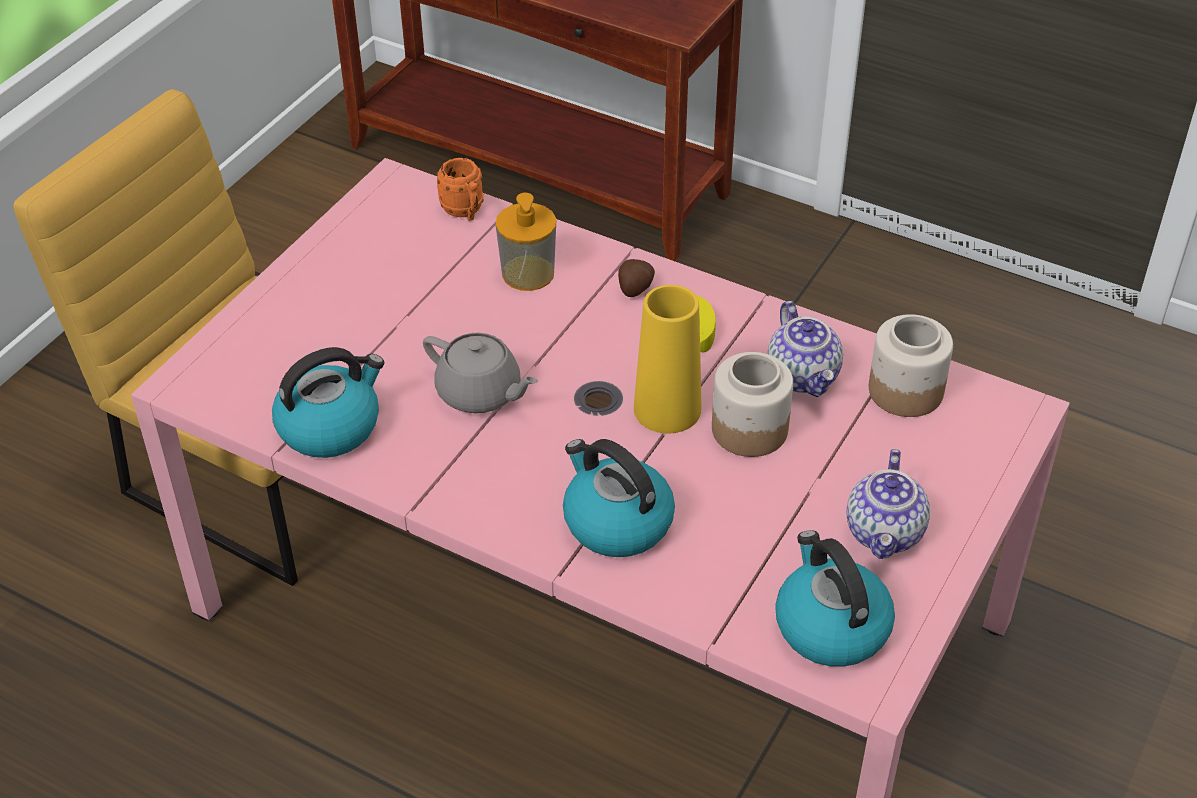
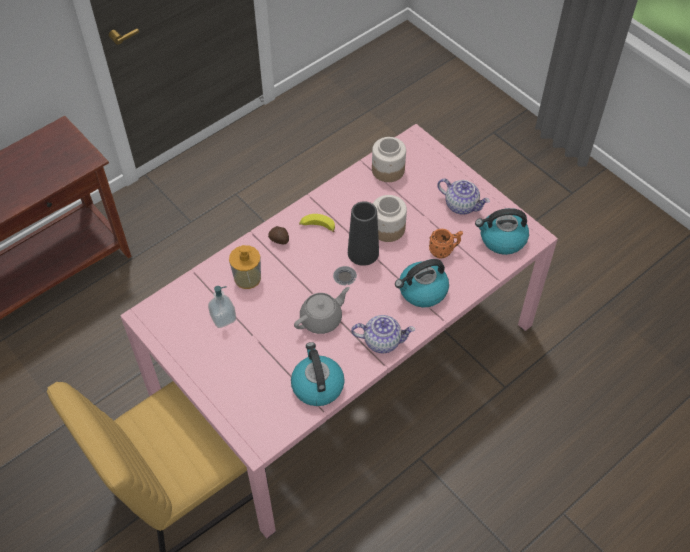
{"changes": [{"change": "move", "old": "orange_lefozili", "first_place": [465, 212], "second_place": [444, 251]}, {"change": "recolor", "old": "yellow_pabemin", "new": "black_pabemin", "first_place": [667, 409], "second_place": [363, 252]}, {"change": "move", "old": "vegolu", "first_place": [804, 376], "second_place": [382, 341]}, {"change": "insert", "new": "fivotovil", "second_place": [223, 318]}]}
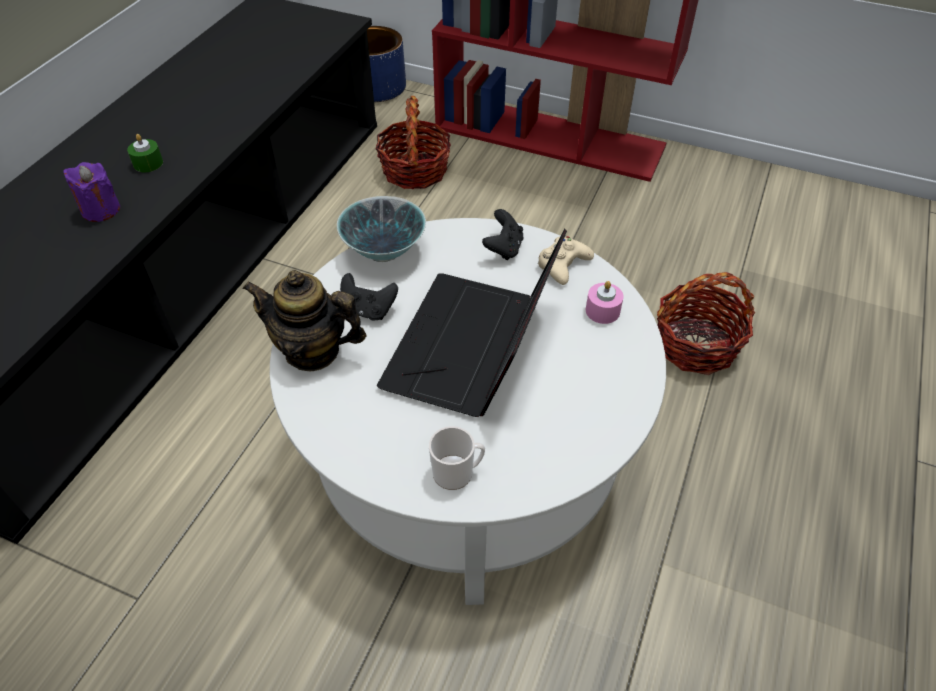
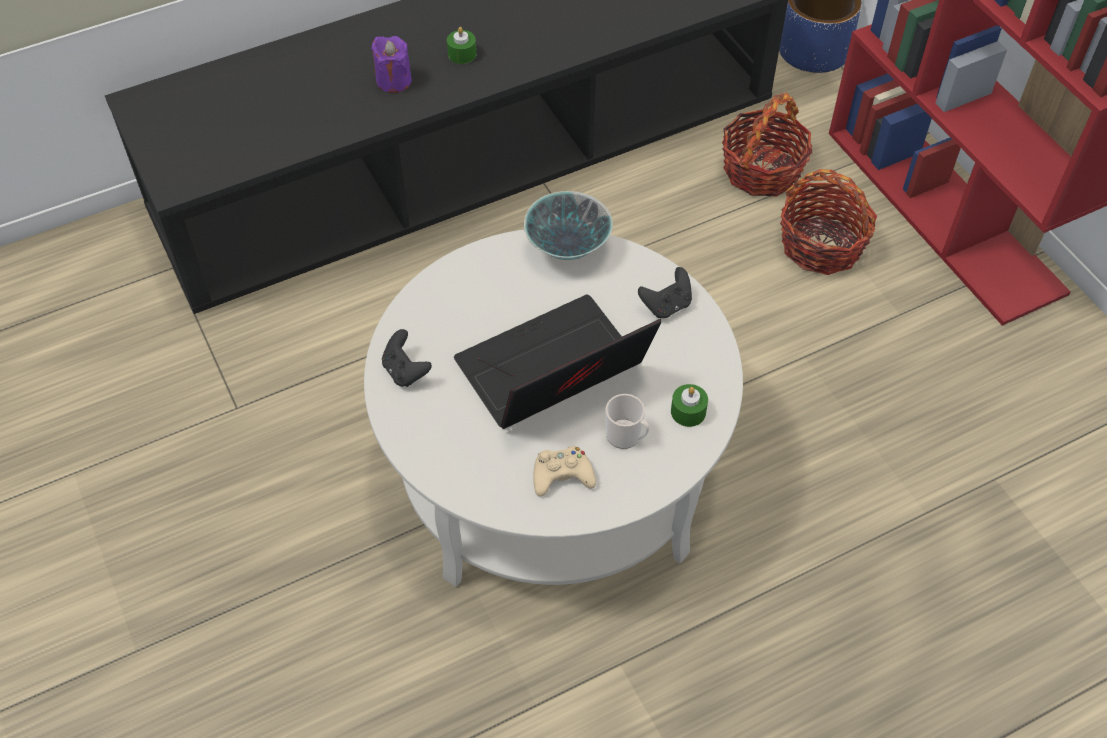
{"changes": [{"change": "delete", "old": "vegolu", "first_place": [312, 351]}, {"change": "move", "old": "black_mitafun", "first_place": [368, 310], "second_place": [405, 371]}, {"change": "move", "old": "lefozili", "first_place": [457, 473], "second_place": [627, 436]}, {"change": "move", "old": "beige_mitafun", "first_place": [563, 265], "second_place": [562, 475]}, {"change": "recolor", "old": "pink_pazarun", "new": "green_pazarun", "first_place": [602, 311], "second_place": [688, 412]}, {"change": "move", "old": "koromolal", "first_place": [696, 345], "second_place": [821, 245]}]}
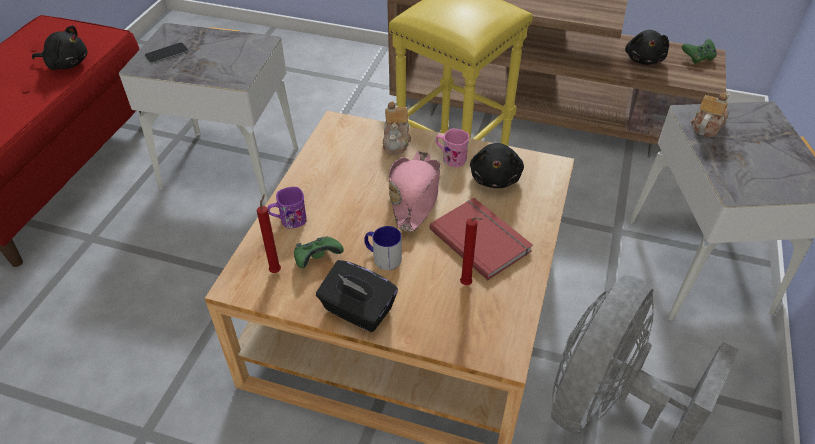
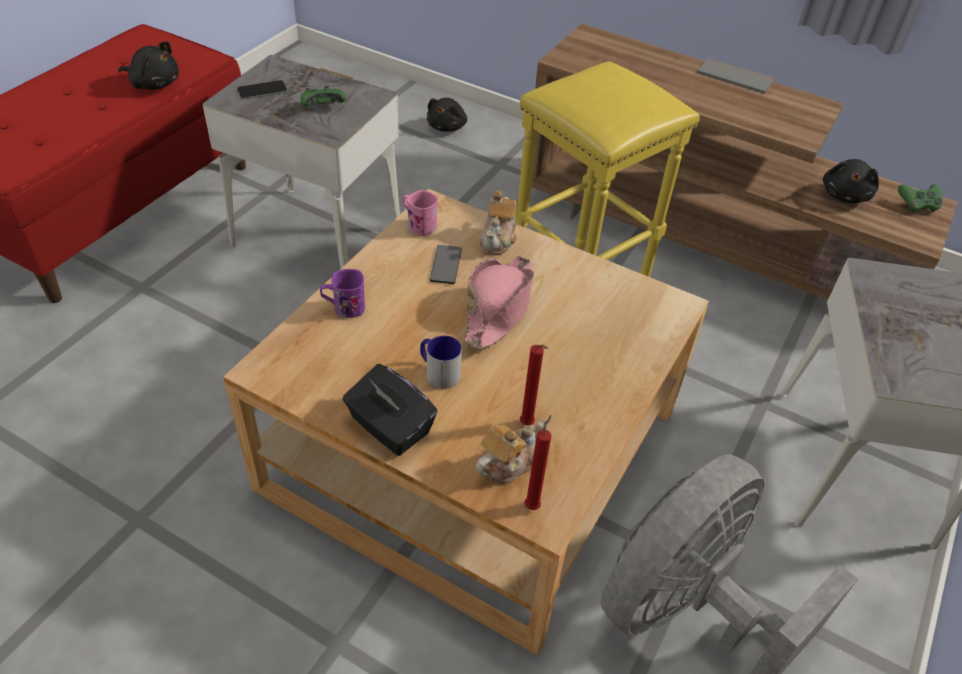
{"changes": [{"change": "move", "old": "red_pazarun", "first_place": [276, 270], "second_place": [533, 504]}, {"change": "move", "old": "green_mitafun", "first_place": [317, 259], "second_place": [323, 107]}, {"change": "delete", "old": "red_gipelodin", "first_place": [481, 238]}, {"change": "move", "old": "pink_lefozili", "first_place": [450, 158], "second_place": [418, 225]}, {"change": "move", "old": "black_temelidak", "first_place": [495, 177], "second_place": [447, 126]}, {"change": "move", "old": "vegolu", "first_place": [706, 125], "second_place": [508, 463]}, {"change": "insert", "new": "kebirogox", "second_place": [446, 265]}]}
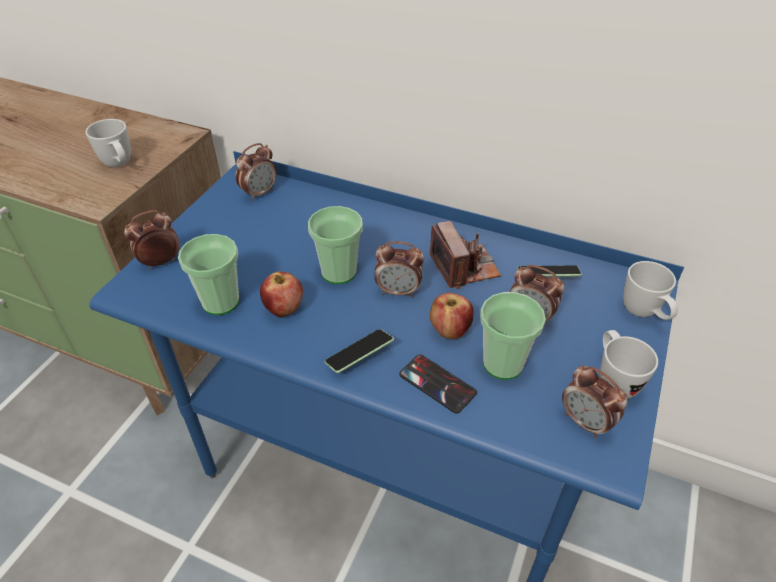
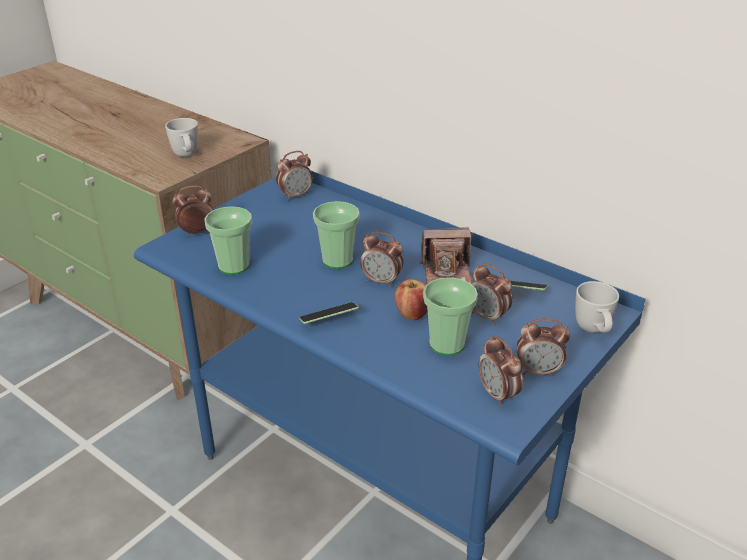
{"changes": [{"change": "delete", "old": "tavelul", "first_place": [284, 309]}, {"change": "delete", "old": "kebirogox", "first_place": [437, 383]}, {"change": "rotate", "old": "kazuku", "first_place": [464, 267], "second_place": [447, 273], "degrees": 90}, {"change": "replace", "old": "white_lefozili", "new": "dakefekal", "first_place": [613, 380], "second_place": [538, 371]}]}
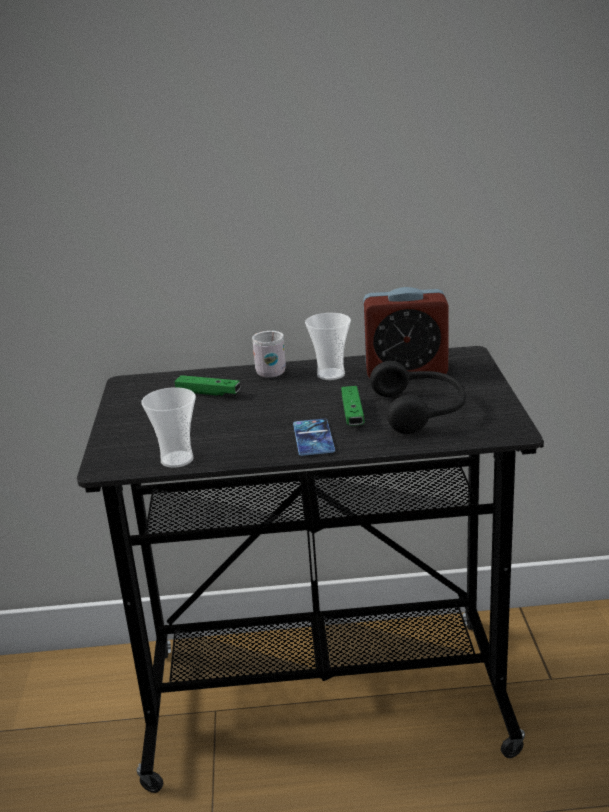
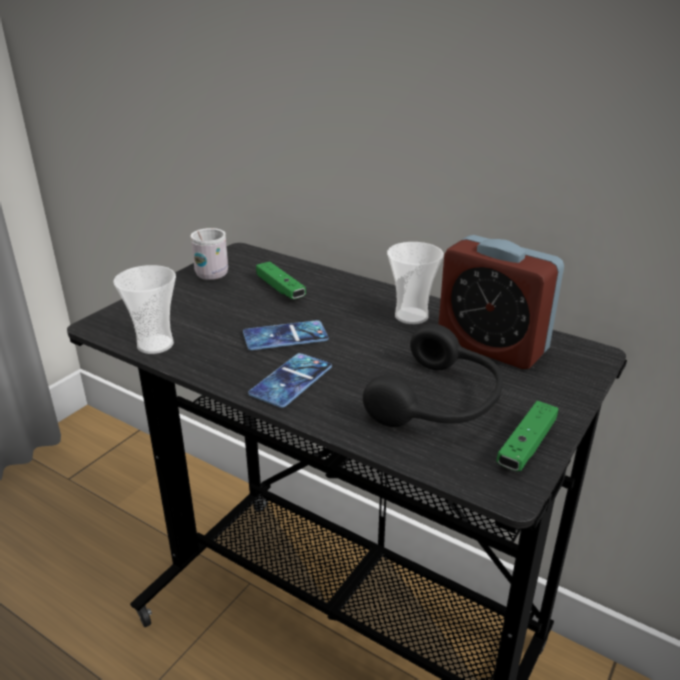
{"changes": [{"change": "move", "old": "white_lefozili", "first_place": [269, 371], "second_place": [214, 273]}, {"change": "move", "old": "green_mitafun", "first_place": [352, 414], "second_place": [526, 445]}, {"change": "insert", "new": "kebirogox", "second_place": [285, 336]}]}
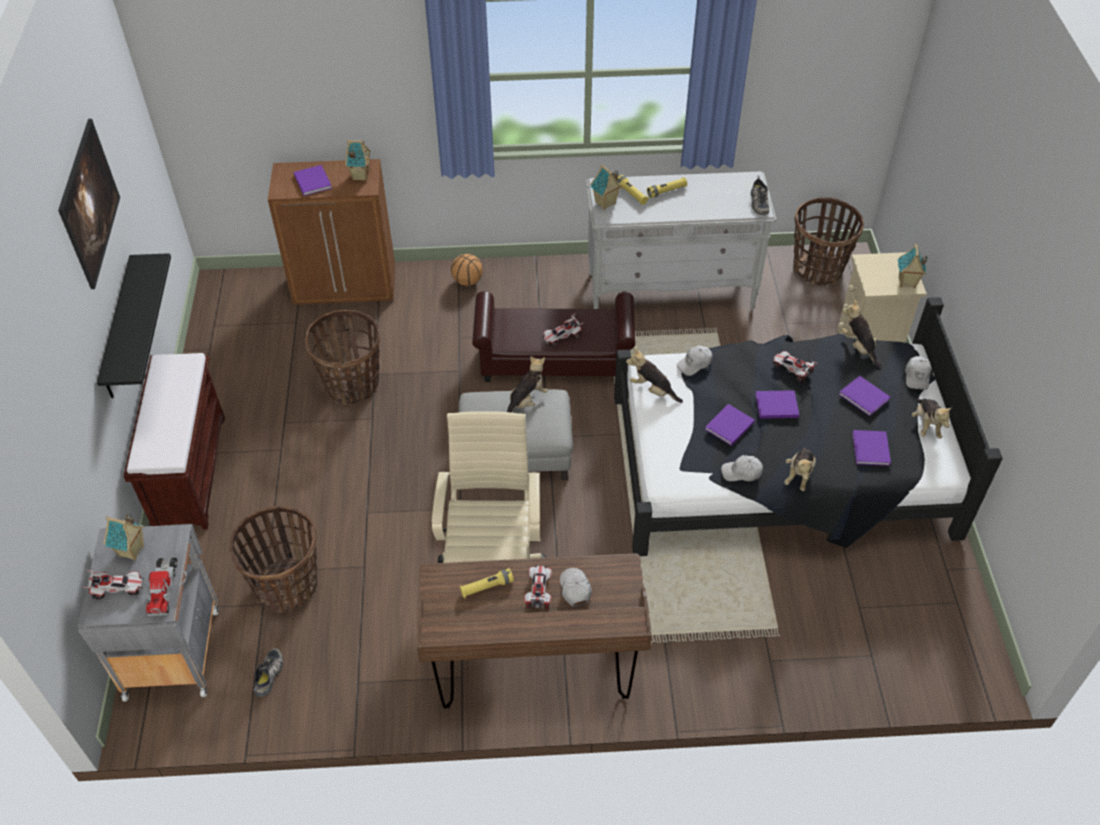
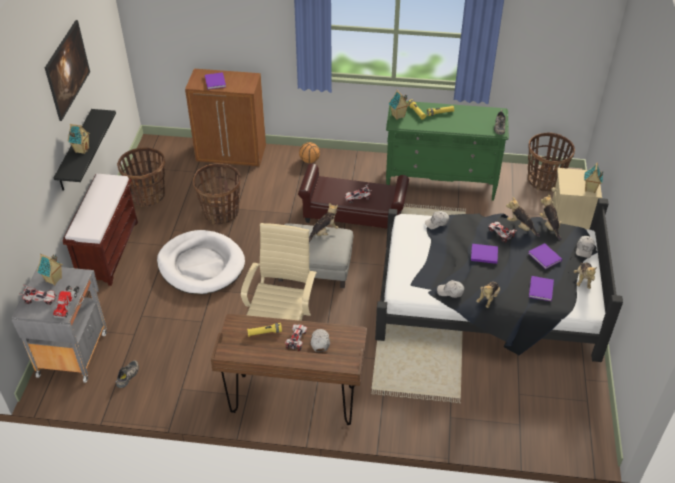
{"changes": [{"change": "move", "old": "koromolal", "first_place": [287, 585], "second_place": [148, 196]}, {"change": "move", "old": "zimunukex", "first_place": [360, 175], "second_place": [81, 150]}, {"change": "recolor", "old": "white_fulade", "new": "green_fulade", "first_place": [671, 292], "second_place": [441, 183]}, {"change": "move", "old": "temelidak", "first_place": [652, 390], "second_place": [521, 227]}, {"change": "delete", "old": "purple_gipelodin", "first_place": [728, 427]}, {"change": "insert", "new": "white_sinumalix", "second_place": [201, 265]}]}
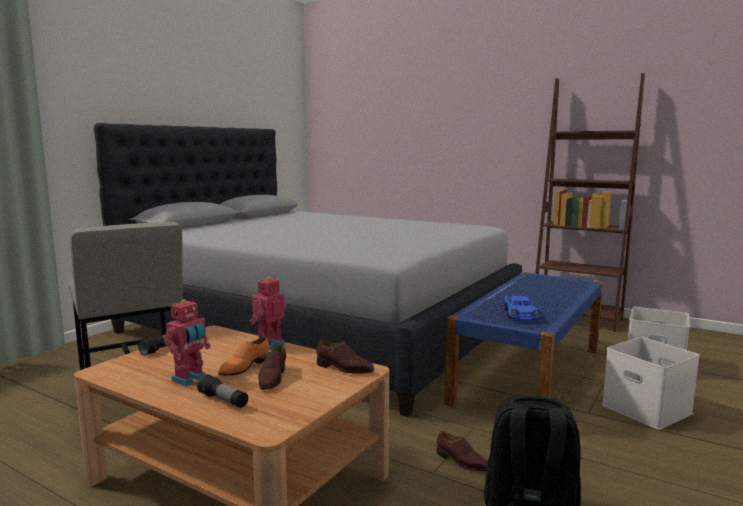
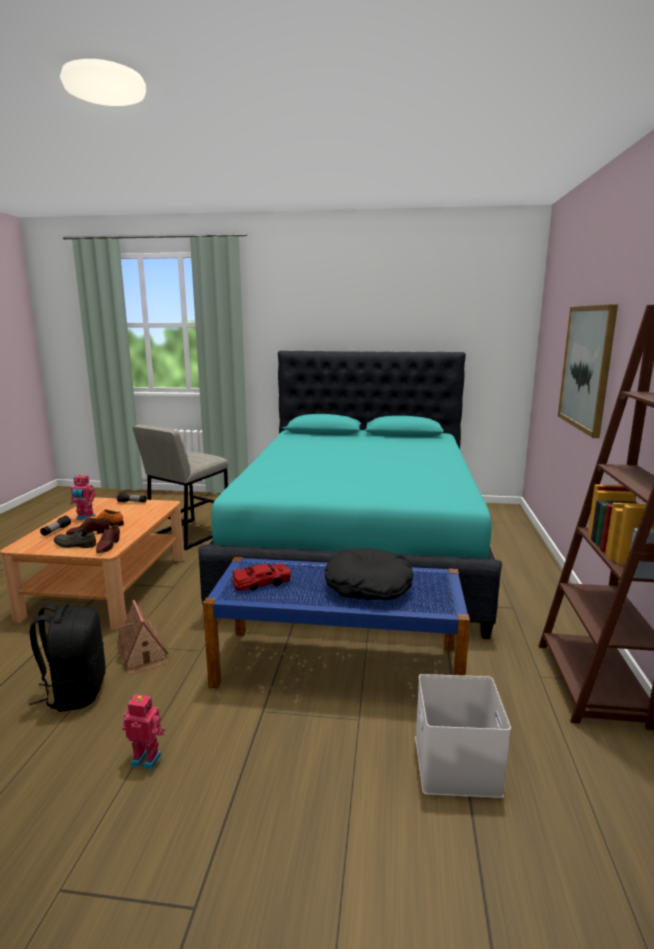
{"changes": [{"change": "recolor", "old": "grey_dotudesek", "new": "turquoise_dotudesek", "first_place": [317, 329], "second_place": [359, 547]}, {"change": "move", "old": "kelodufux", "first_place": [269, 344], "second_place": [147, 758]}, {"change": "replace", "old": "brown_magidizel", "new": "zimunukex", "first_place": [462, 461], "second_place": [143, 654]}, {"change": "recolor", "old": "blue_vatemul", "new": "red_vatemul", "first_place": [519, 314], "second_place": [262, 583]}, {"change": "delete", "old": "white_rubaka", "first_place": [648, 409]}, {"change": "insert", "new": "grey_magidizel", "second_place": [76, 544]}, {"change": "insert", "new": "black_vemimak", "second_place": [369, 586]}, {"change": "insert", "new": "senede", "second_place": [586, 367]}]}
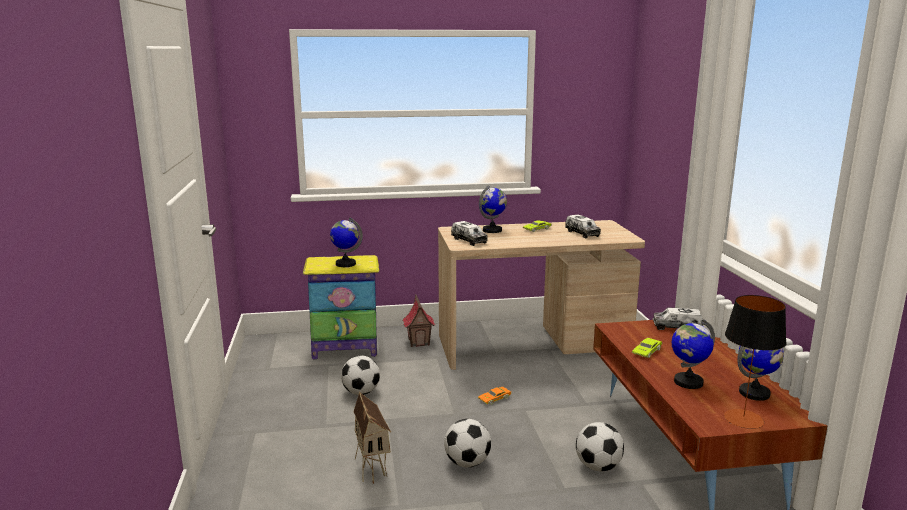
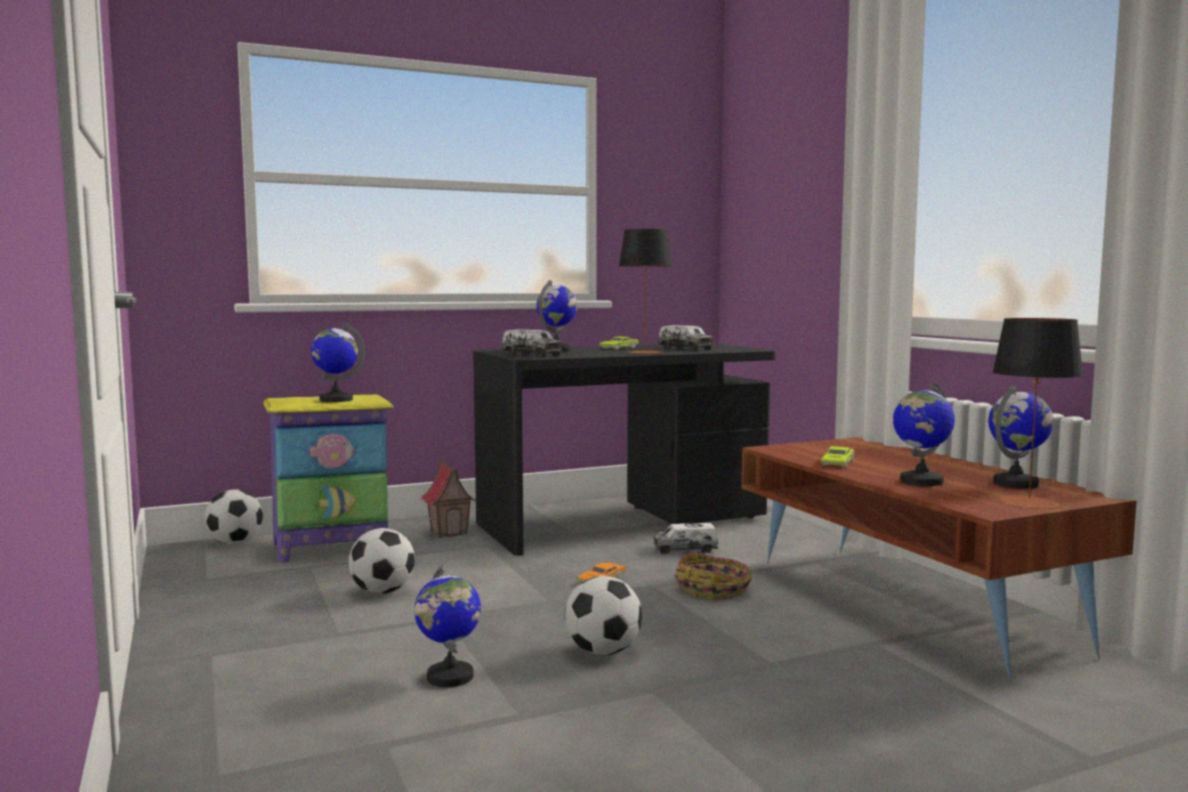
{"changes": [{"change": "replace", "old": "zimunukex", "new": "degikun", "first_place": [372, 469], "second_place": [449, 677]}, {"change": "recolor", "old": "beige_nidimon", "new": "black_nidimon", "first_place": [533, 344], "second_place": [623, 522]}, {"change": "move", "old": "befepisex", "first_place": [598, 466], "second_place": [235, 543]}, {"change": "move", "old": "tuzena", "first_place": [677, 327], "second_place": [685, 549]}, {"change": "insert", "new": "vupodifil", "second_place": [645, 352]}, {"change": "insert", "new": "koromolal", "second_place": [714, 589]}]}
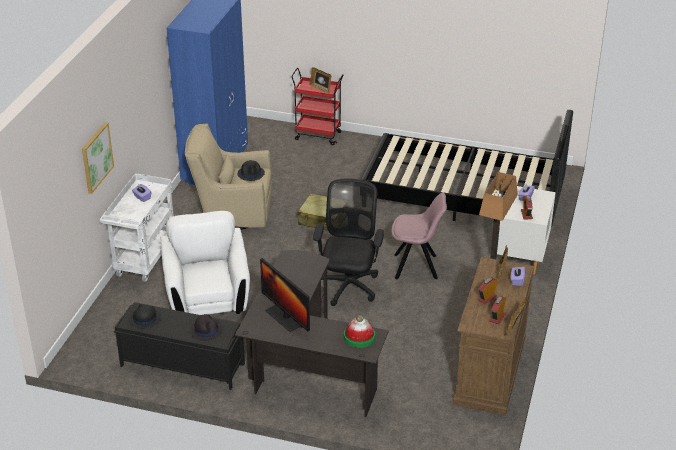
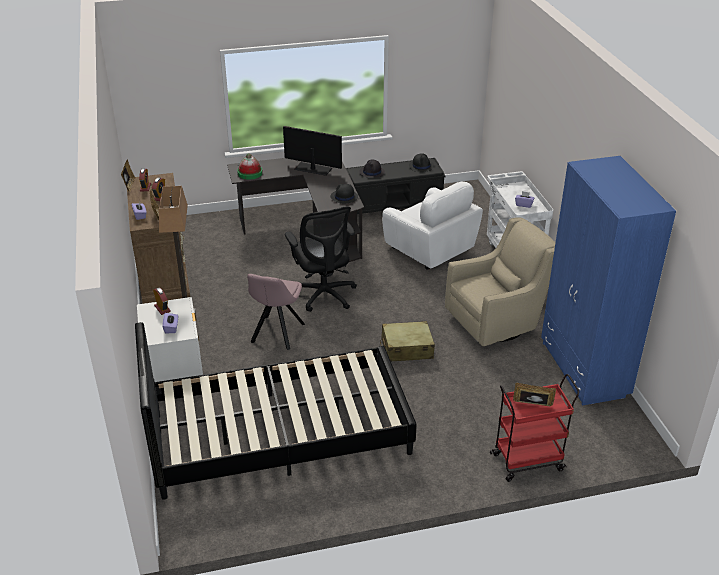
{"changes": [{"change": "delete", "old": "senede", "first_place": [96, 157]}, {"change": "move", "old": "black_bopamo", "first_place": [251, 173], "second_place": [344, 197]}, {"change": "rotate", "old": "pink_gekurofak", "first_place": [416, 267], "second_place": [277, 333], "degrees": -45}]}
